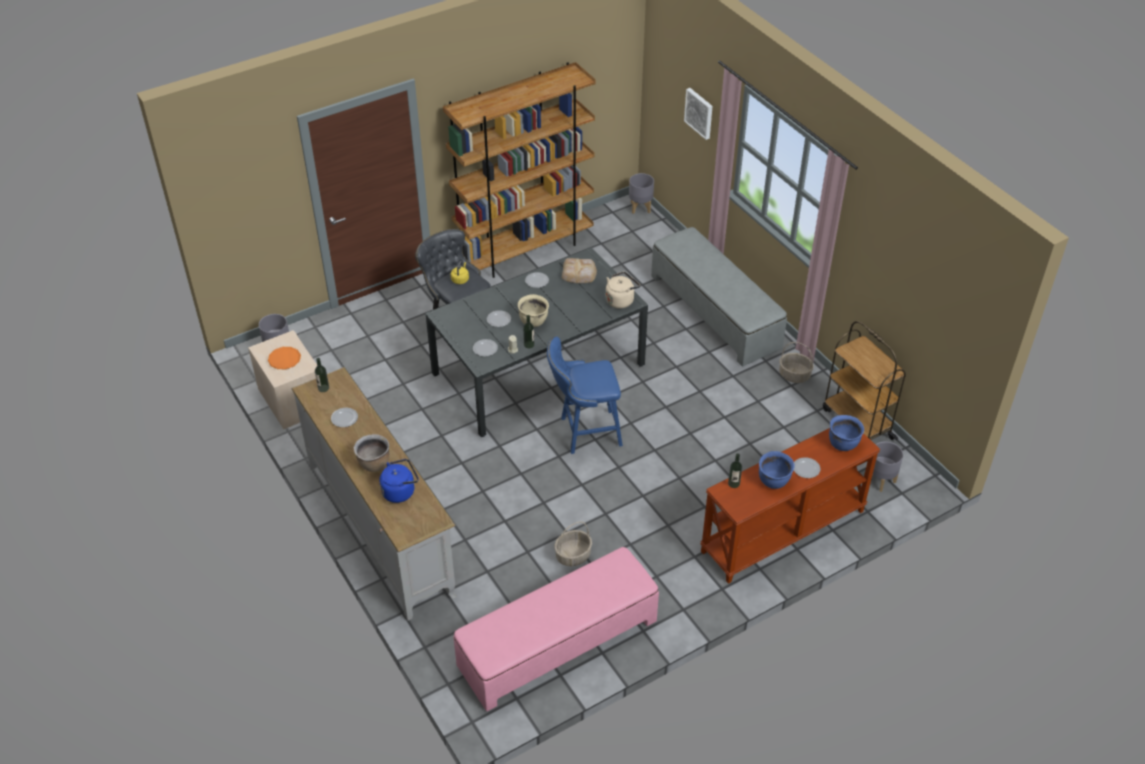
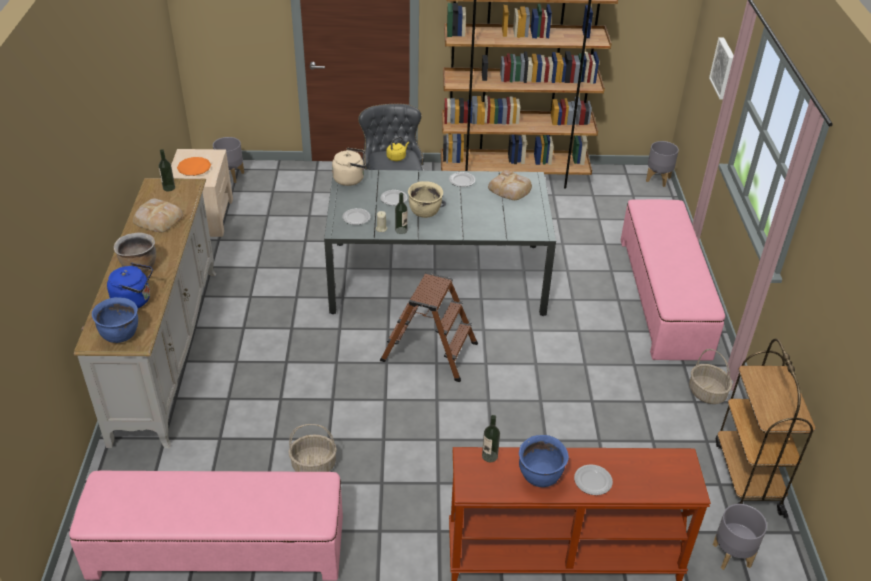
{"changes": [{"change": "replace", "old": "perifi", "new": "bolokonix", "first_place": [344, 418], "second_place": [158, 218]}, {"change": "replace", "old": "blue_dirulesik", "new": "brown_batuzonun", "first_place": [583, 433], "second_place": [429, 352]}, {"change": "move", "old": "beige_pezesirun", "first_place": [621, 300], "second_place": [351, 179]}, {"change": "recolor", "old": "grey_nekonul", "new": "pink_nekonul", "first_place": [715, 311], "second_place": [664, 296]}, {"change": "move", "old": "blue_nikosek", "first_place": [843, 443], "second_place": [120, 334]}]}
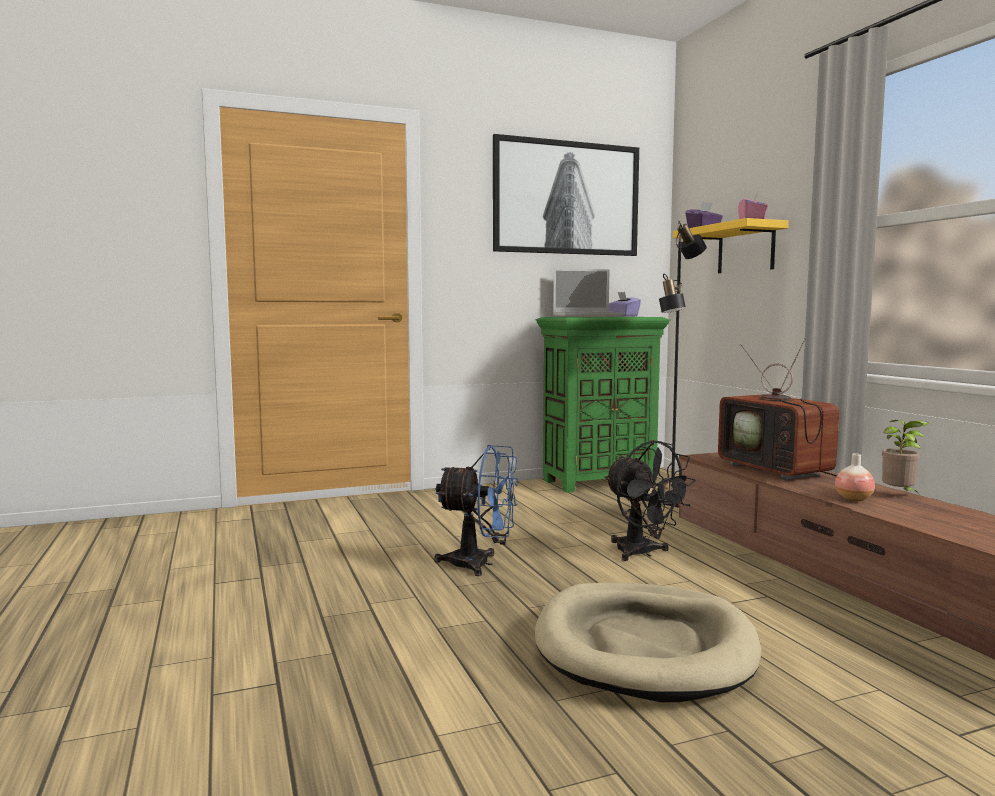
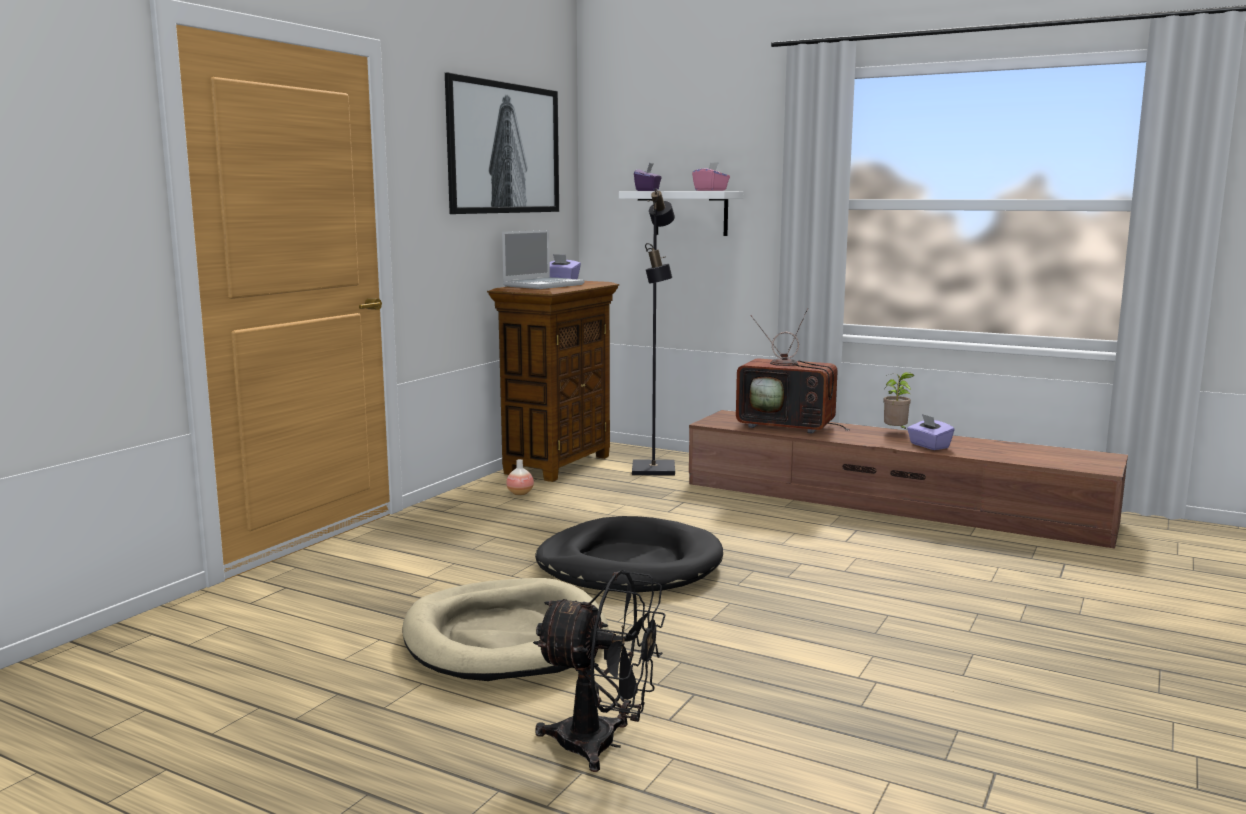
{"changes": [{"change": "replace", "old": "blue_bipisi", "new": "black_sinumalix", "first_place": [480, 564], "second_place": [629, 564]}, {"change": "recolor", "old": "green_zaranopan", "new": "brown_zaranopan", "first_place": [599, 481], "second_place": [557, 464]}, {"change": "move", "old": "beige_sinumalix", "first_place": [644, 647], "second_place": [505, 638]}, {"change": "move", "old": "black_bipisi", "first_place": [642, 553], "second_place": [602, 745]}, {"change": "recolor", "old": "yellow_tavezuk", "new": "white_tavezuk", "first_place": [746, 249], "second_place": [690, 213]}, {"change": "move", "old": "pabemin", "first_place": [853, 499], "second_place": [520, 493]}, {"change": "insert", "new": "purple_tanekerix", "second_place": [929, 446]}]}
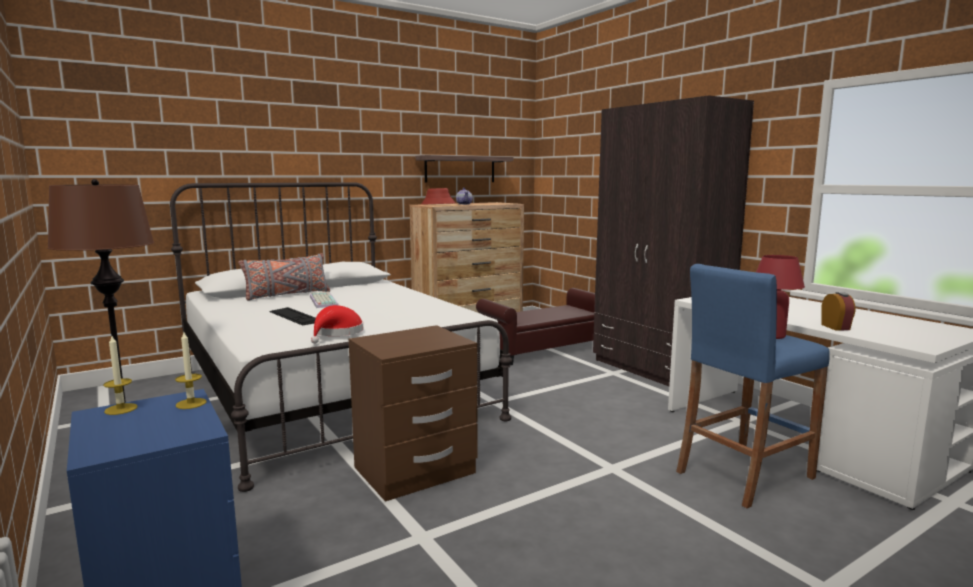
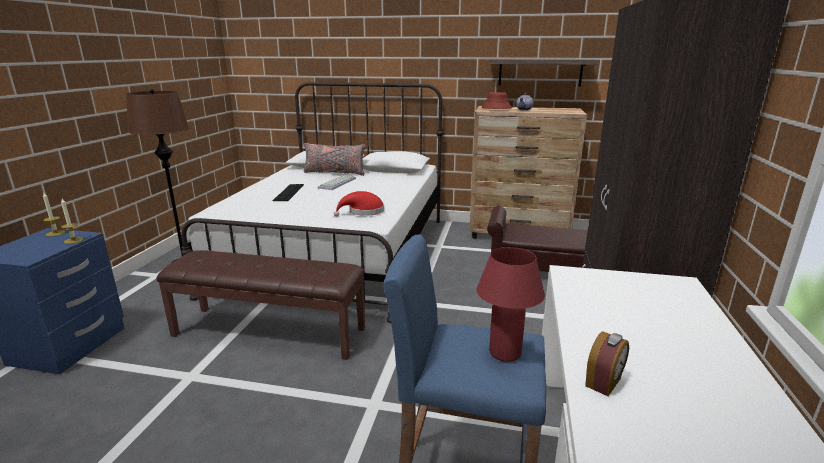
{"changes": [{"change": "move", "old": "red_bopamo", "first_place": [337, 333], "second_place": [363, 212]}, {"change": "replace", "old": "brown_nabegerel", "new": "brown_nekonul", "first_place": [415, 471], "second_place": [270, 331]}]}
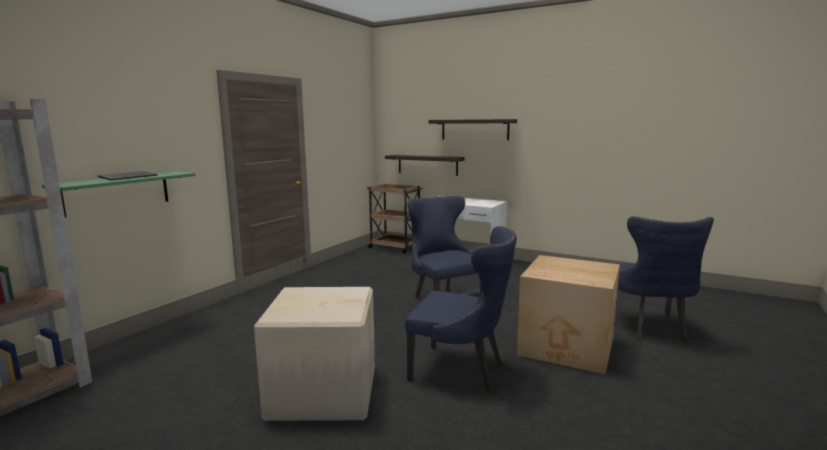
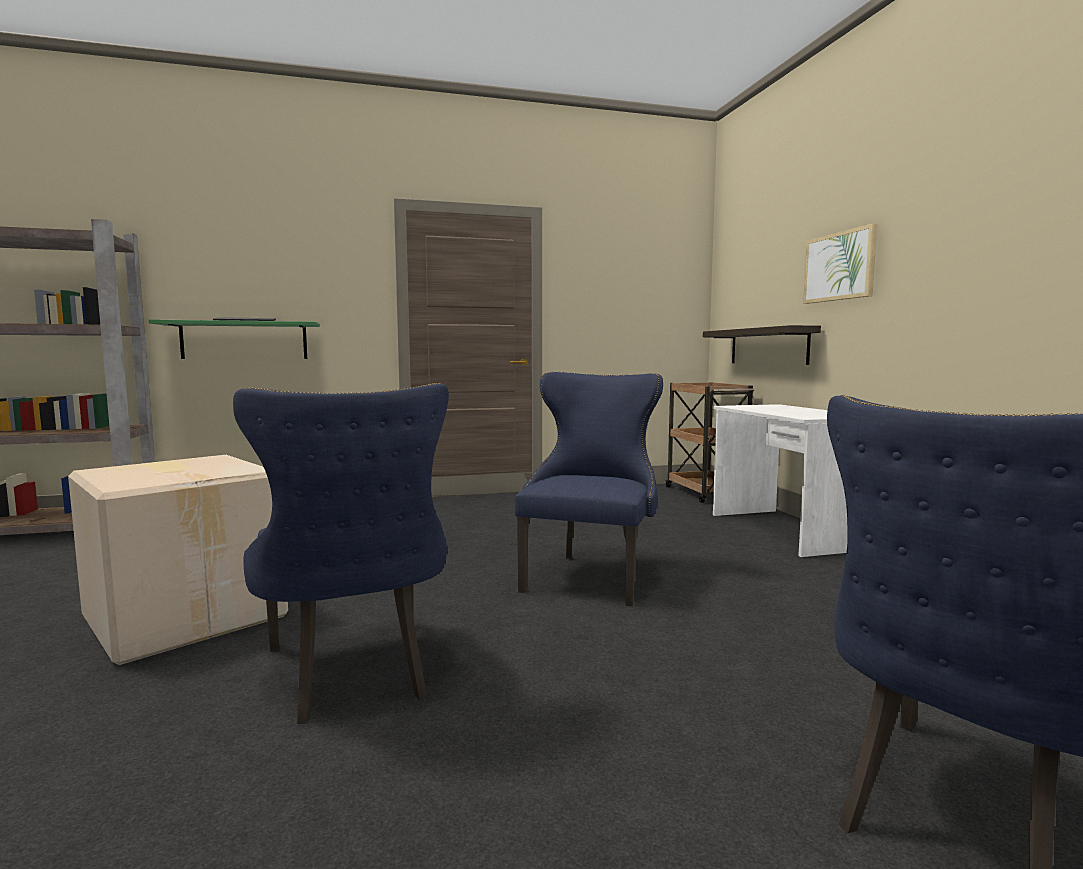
{"changes": [{"change": "replace", "old": "tavezuk", "new": "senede", "first_place": [474, 129], "second_place": [839, 266]}, {"change": "delete", "old": "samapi", "first_place": [567, 347]}]}
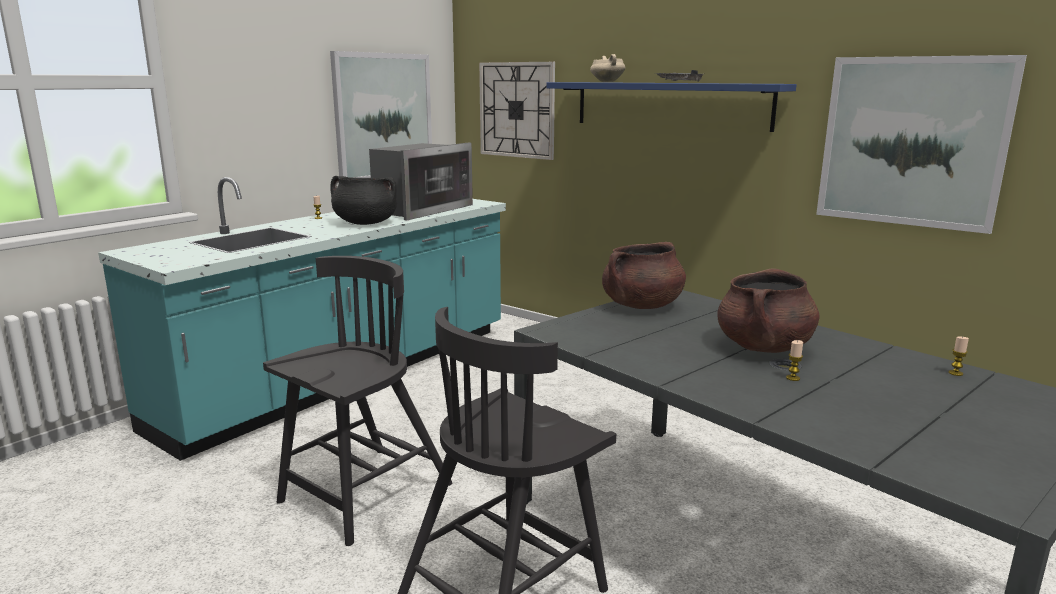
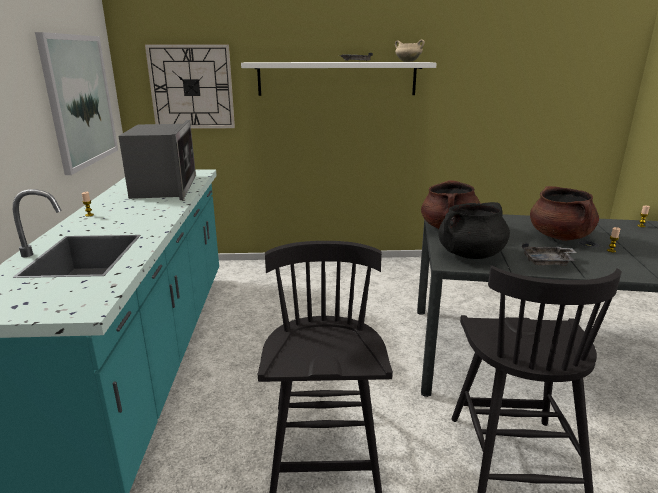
{"changes": [{"change": "move", "old": "black_nikosek", "first_place": [365, 223], "second_place": [470, 254]}, {"change": "recolor", "old": "blue_tavezuk", "new": "white_tavezuk", "first_place": [670, 105], "second_place": [337, 78]}, {"change": "move", "old": "beige_nikosek", "first_place": [606, 82], "second_place": [407, 62]}, {"change": "delete", "old": "senede", "first_place": [912, 142]}, {"change": "insert", "new": "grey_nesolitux", "second_place": [548, 262]}]}
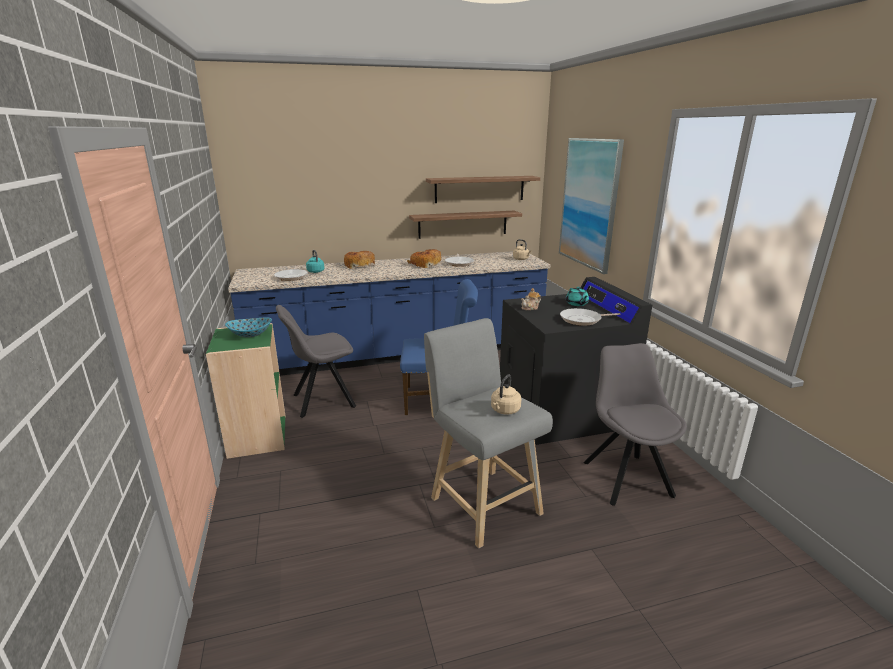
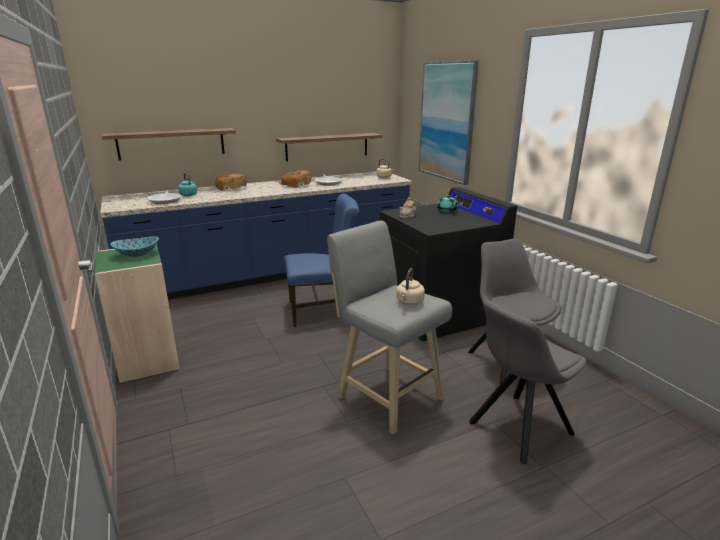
{"changes": [{"change": "move", "old": "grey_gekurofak", "first_place": [323, 401], "second_place": [519, 428]}, {"change": "move", "old": "tavezuk", "first_place": [479, 189], "second_place": [172, 143]}, {"change": "delete", "old": "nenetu", "first_place": [583, 320]}]}
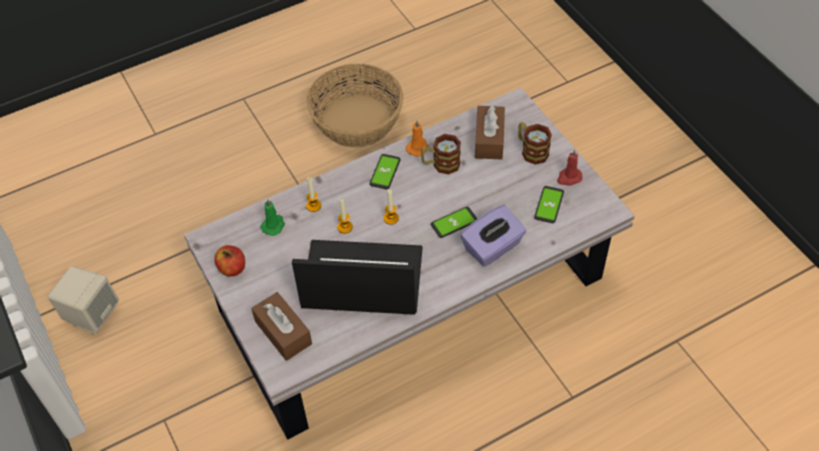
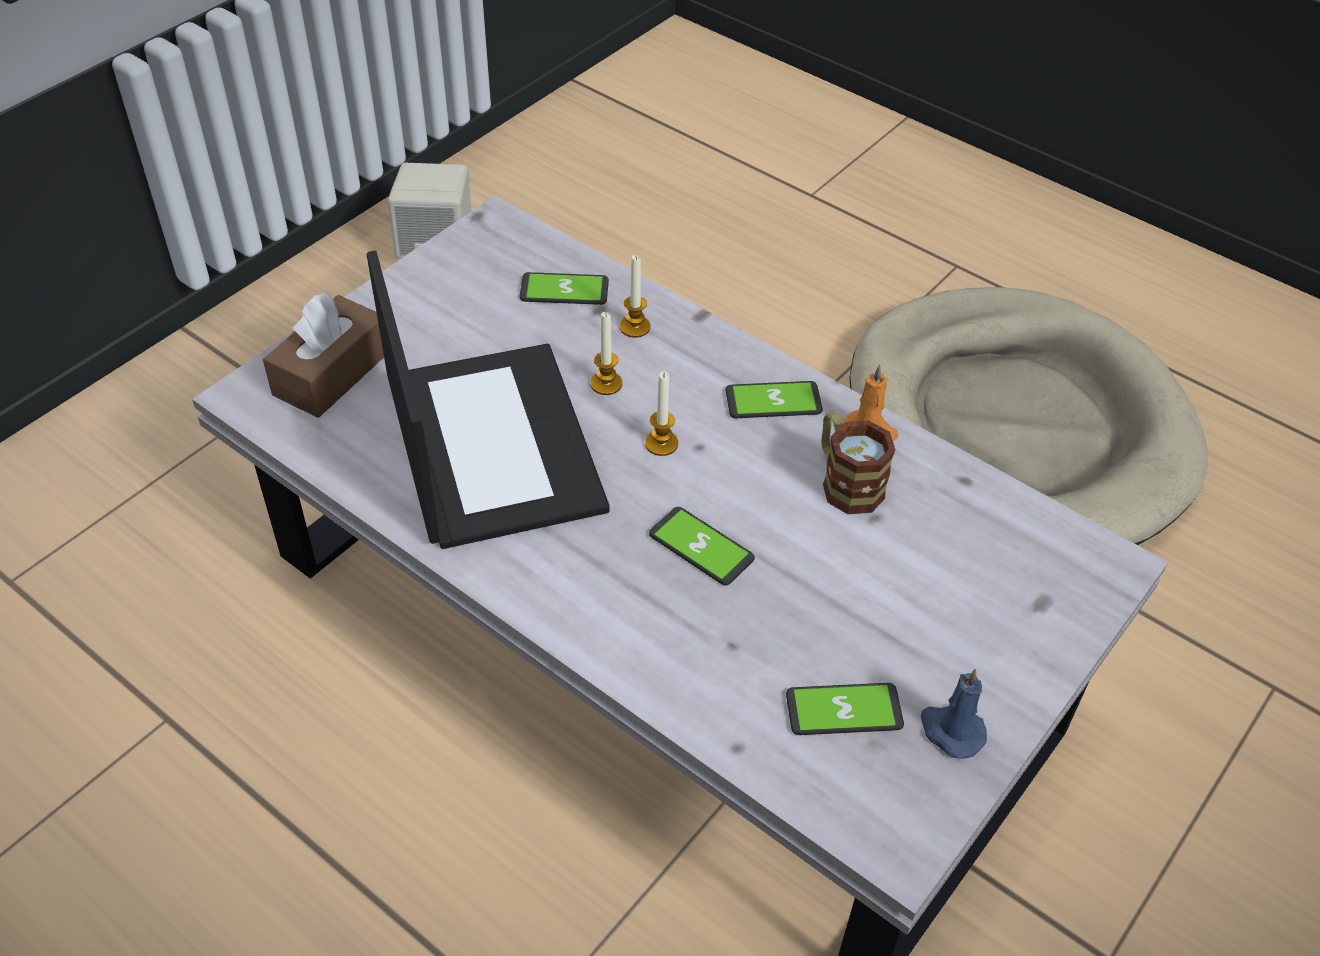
{"changes": [{"change": "delete", "old": "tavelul", "first_place": [232, 268]}, {"change": "replace", "old": "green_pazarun", "new": "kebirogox", "first_place": [274, 225], "second_place": [564, 290]}, {"change": "replace", "old": "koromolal", "new": "beige_sinumalix", "first_place": [356, 121], "second_place": [1016, 428]}, {"change": "delete", "old": "purple_tanekerix", "first_place": [492, 247]}, {"change": "delete", "old": "brown_tanekerix", "first_place": [489, 139]}, {"change": "delete", "old": "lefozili", "first_place": [531, 150]}, {"change": "recolor", "old": "red_pazarun", "new": "blue_pazarun", "first_place": [569, 178], "second_place": [951, 731]}]}
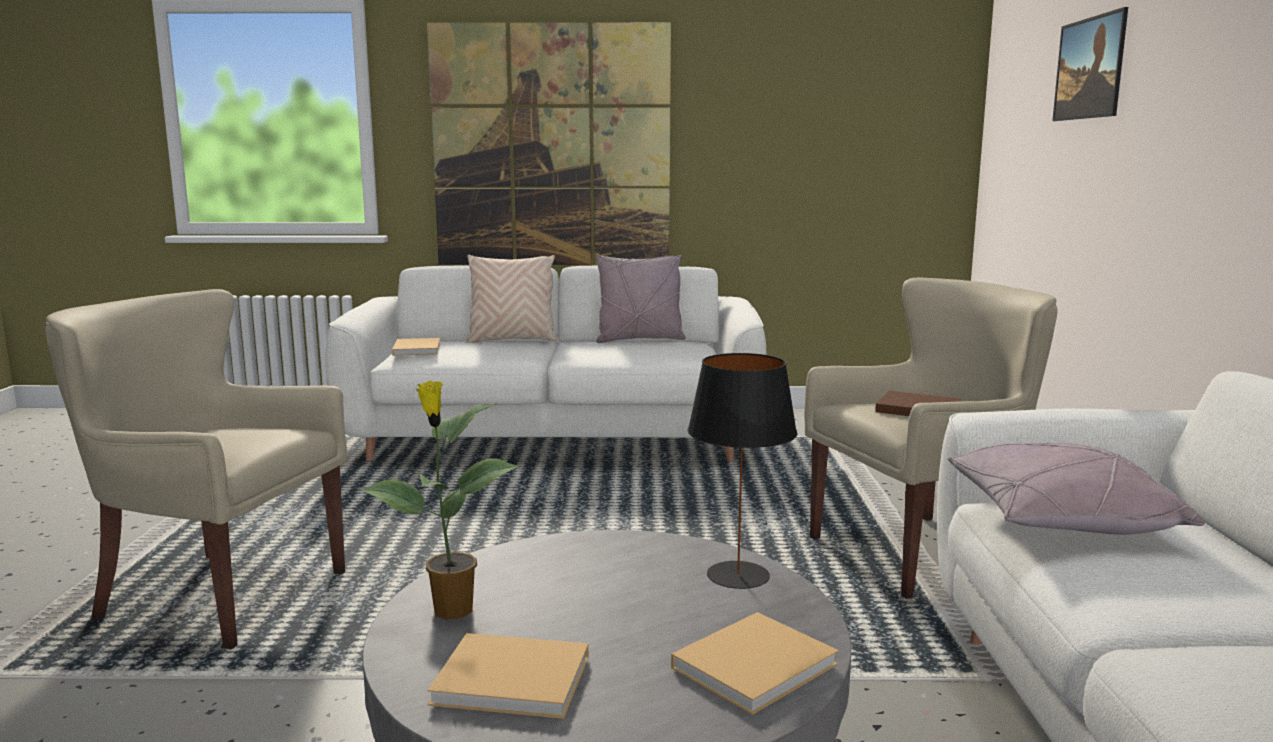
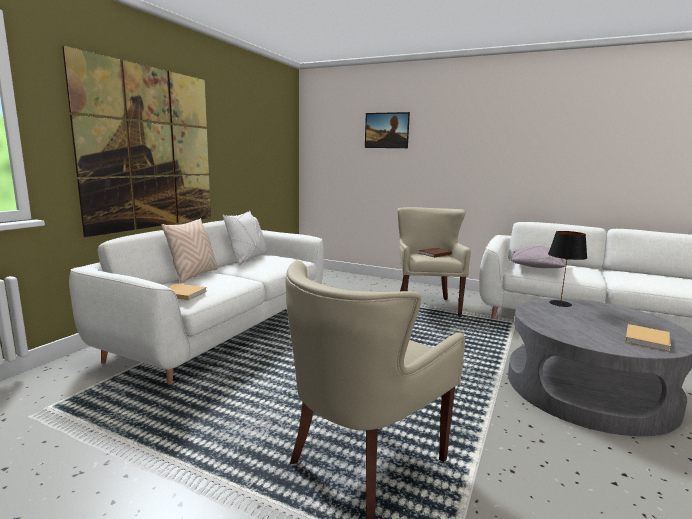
{"changes": [{"change": "delete", "old": "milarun", "first_place": [451, 611]}, {"change": "recolor", "old": "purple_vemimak", "new": "white_vemimak", "first_place": [639, 340], "second_place": [246, 259]}, {"change": "delete", "old": "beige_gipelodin", "first_place": [757, 664]}]}
